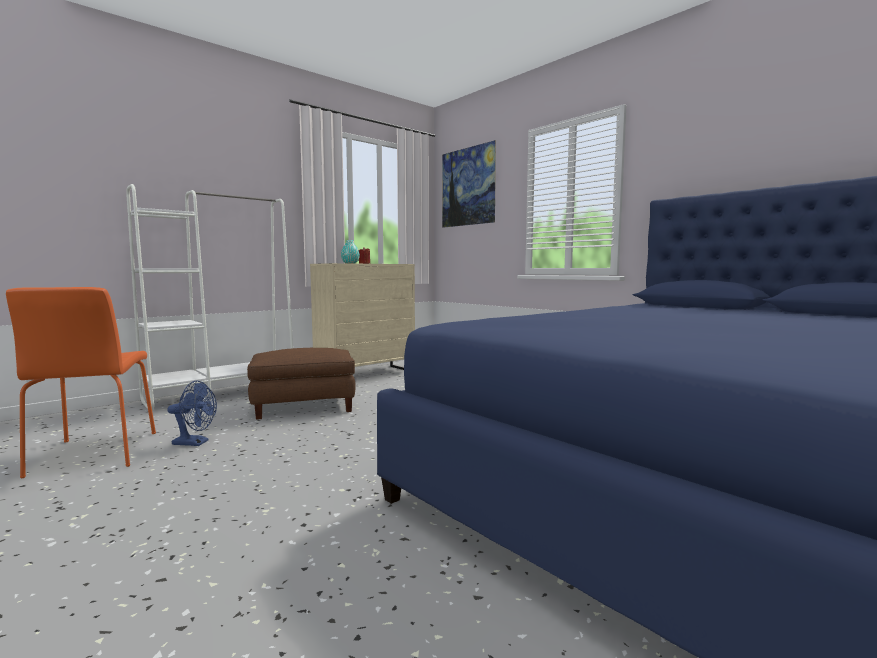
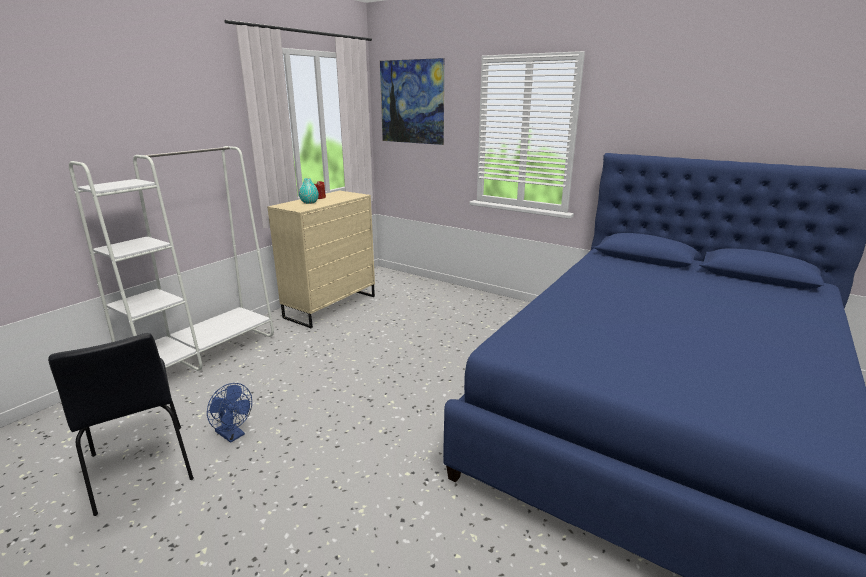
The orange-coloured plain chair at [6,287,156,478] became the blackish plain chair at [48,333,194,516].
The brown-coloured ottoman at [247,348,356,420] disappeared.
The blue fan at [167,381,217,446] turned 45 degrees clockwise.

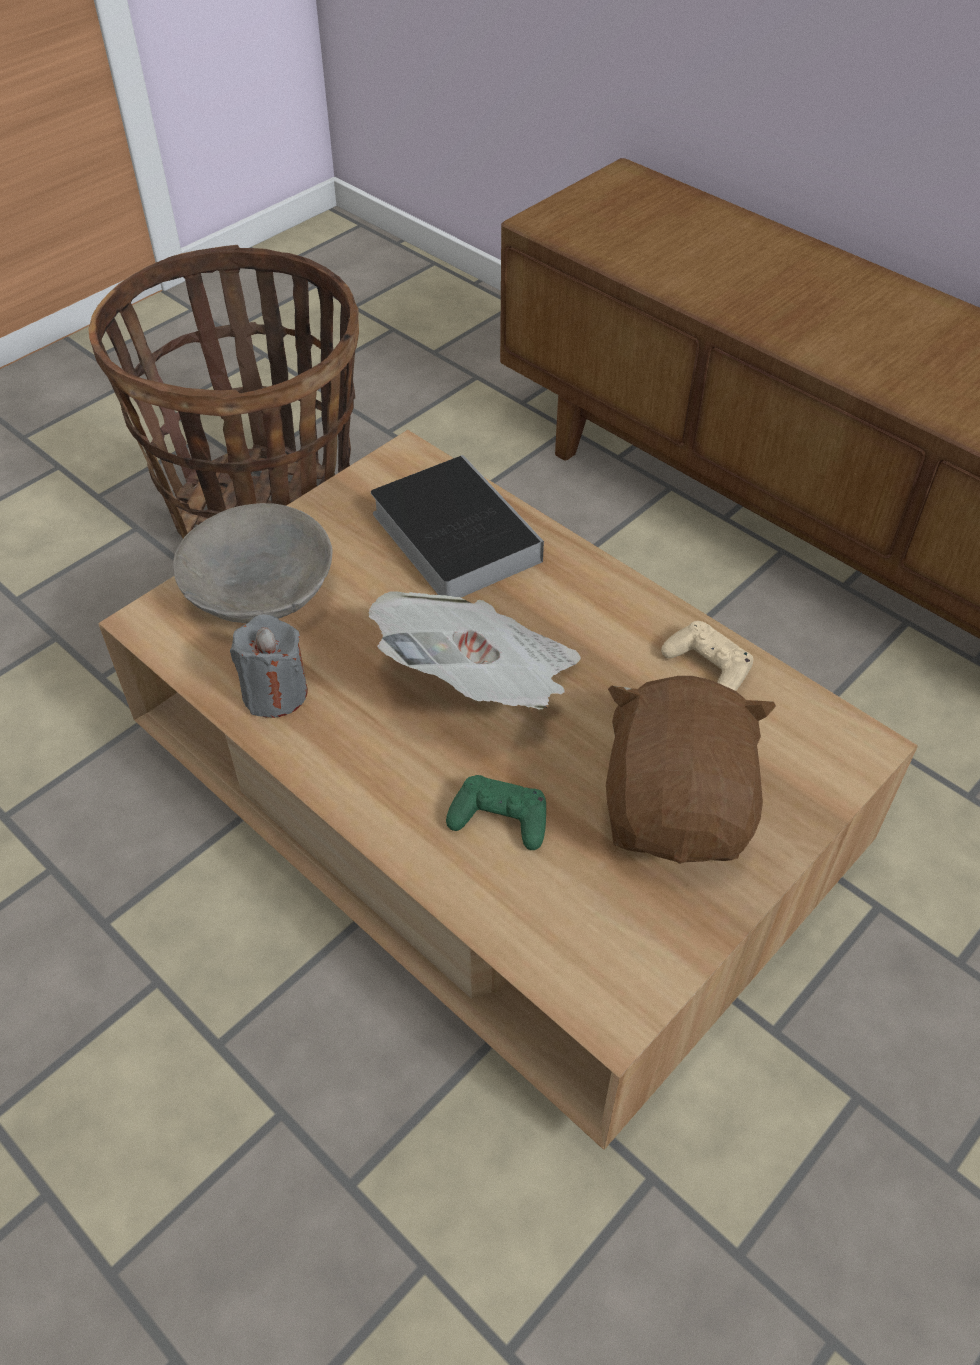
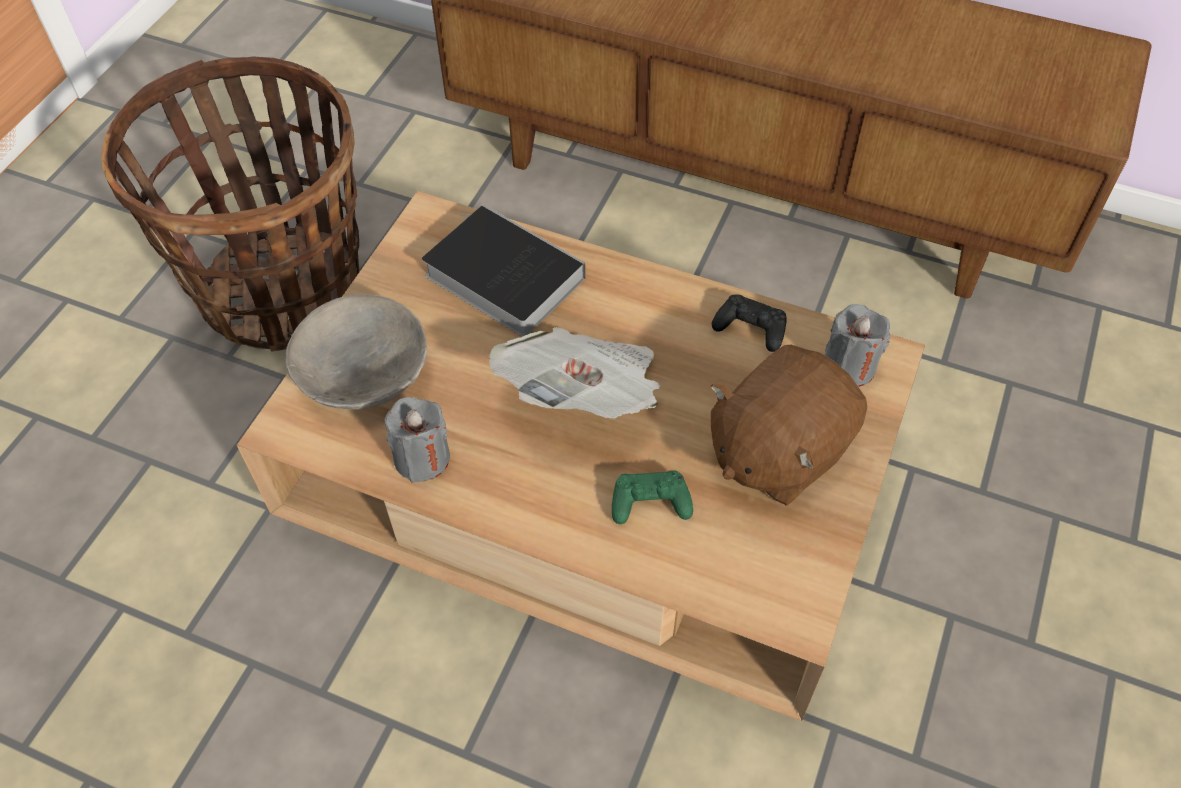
The beige-coloured joypad at [661,621,753,691] became the blackish joypad at [712,294,787,352].
The brown-coloured soft toy at [606,676,776,864] turned 120 degrees counterclockwise.
The grey wax candle at [825,304,890,387] appeared.

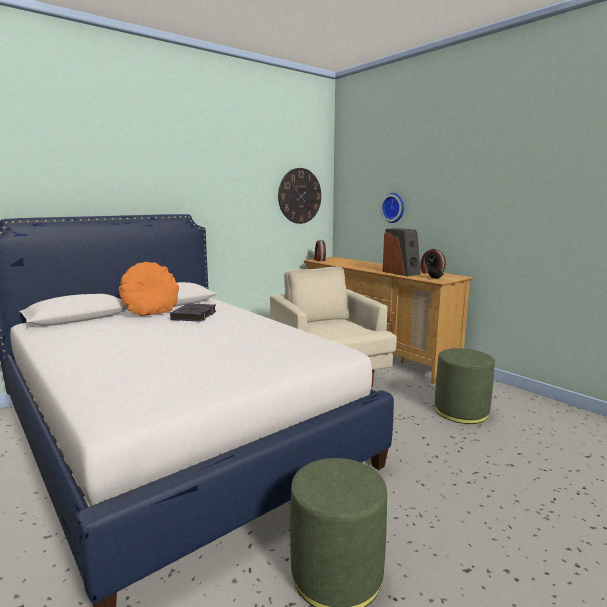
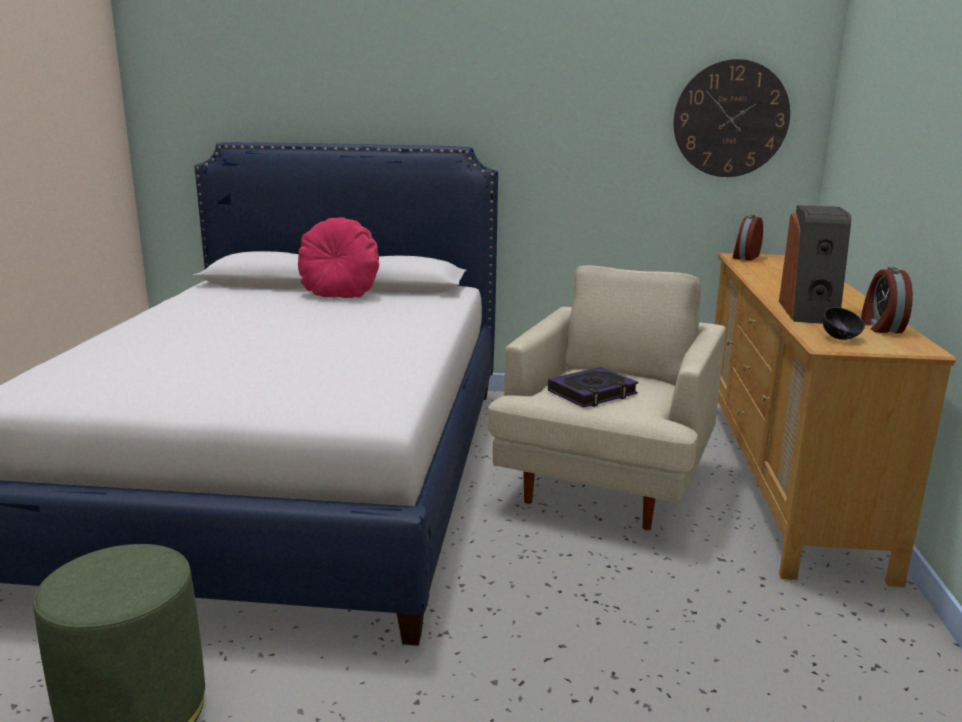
The clock on the wall at [380,193,404,223] disappeared.
The orange-coloured throw pillow at [119,262,179,316] became the pink throw pillow at [298,217,379,298].
The volume moved from [170,303,216,322] to [548,367,638,408].
The green ottoman at [435,348,495,424] disappeared.

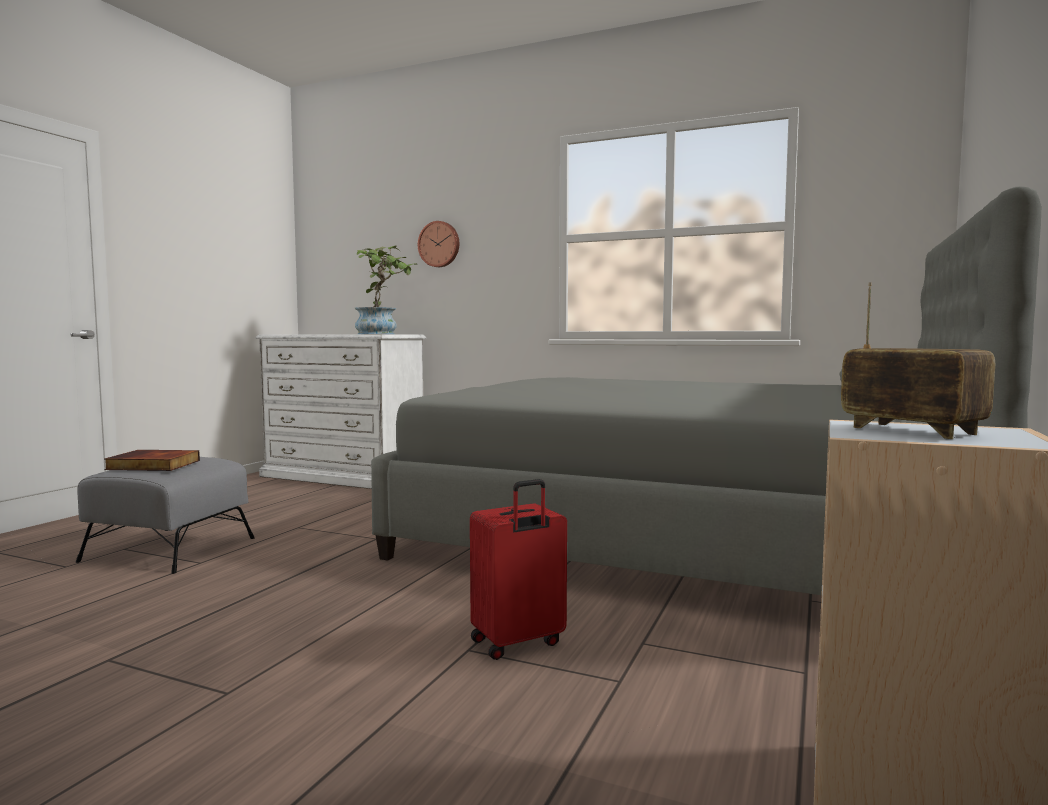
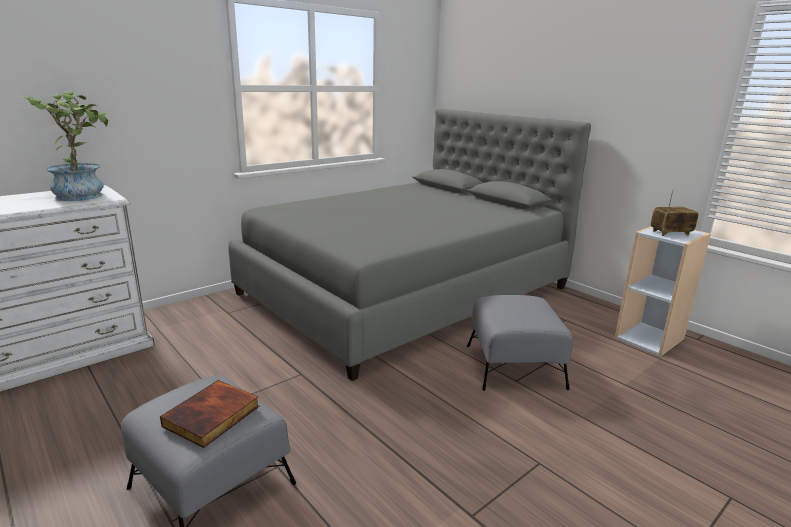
The clock on the wall at [418,221,459,267] disappeared.
The red travel case at [470,479,567,660] was replaced by the grey ottoman at [467,295,573,391].

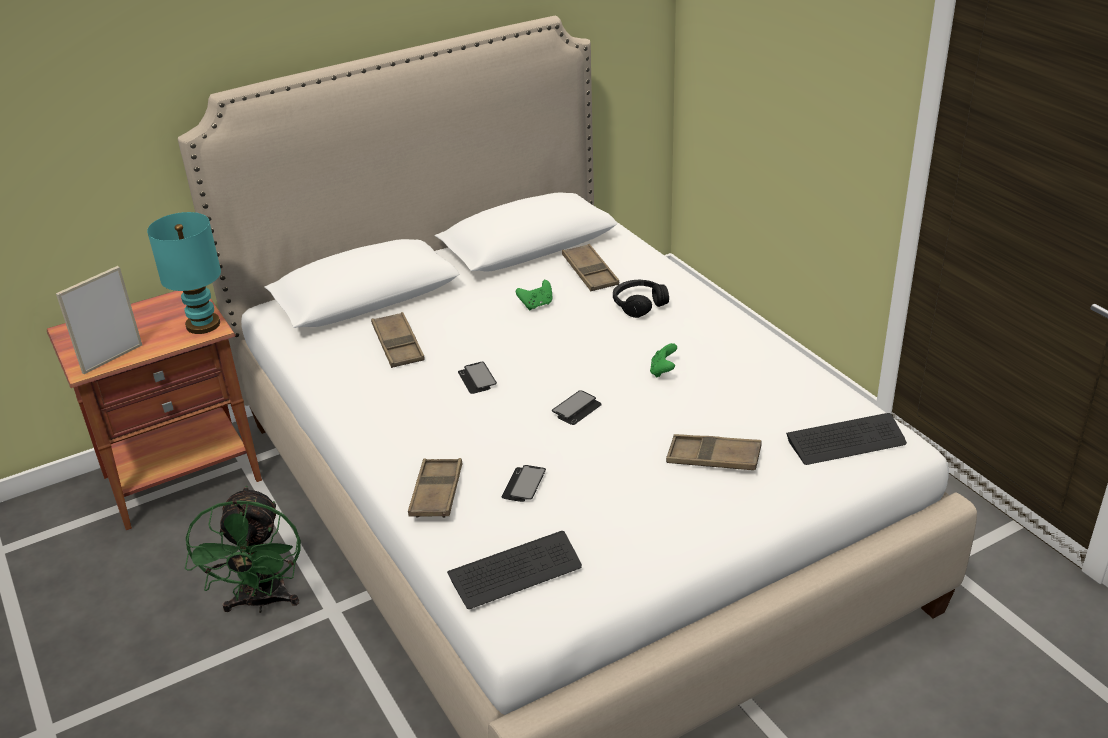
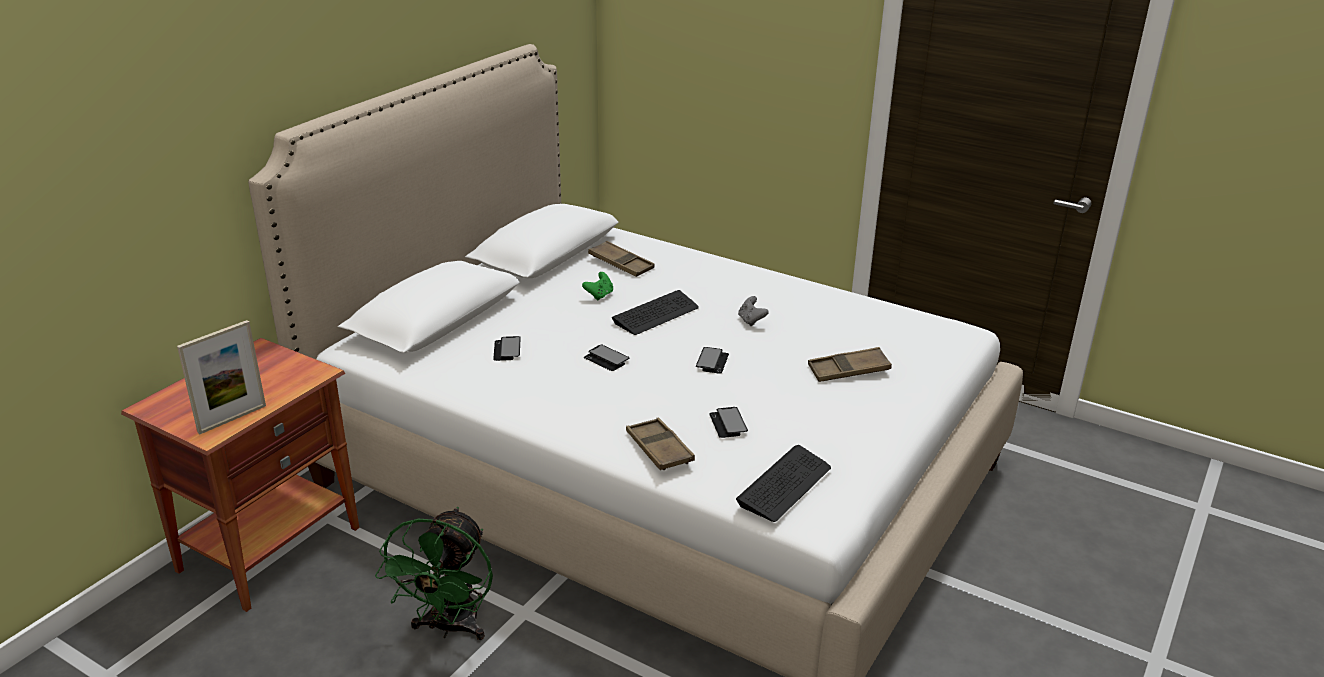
The blue-green table lamp at [147,212,221,334] disappeared.
The standing frame at [56,266,142,374] turned 150 degrees counterclockwise.
The blackish pair of headphones at [613,280,669,318] disappeared.
The brown-coloured serving tray at [371,312,425,368] was replaced by the handset at [493,336,521,361].
The green joypad at [650,343,677,378] became the grey joypad at [738,296,769,326].
The computer keyboard moved from [786,413,907,465] to [612,290,699,335].
The green fan at [185,486,301,613] turned 45 degrees clockwise.

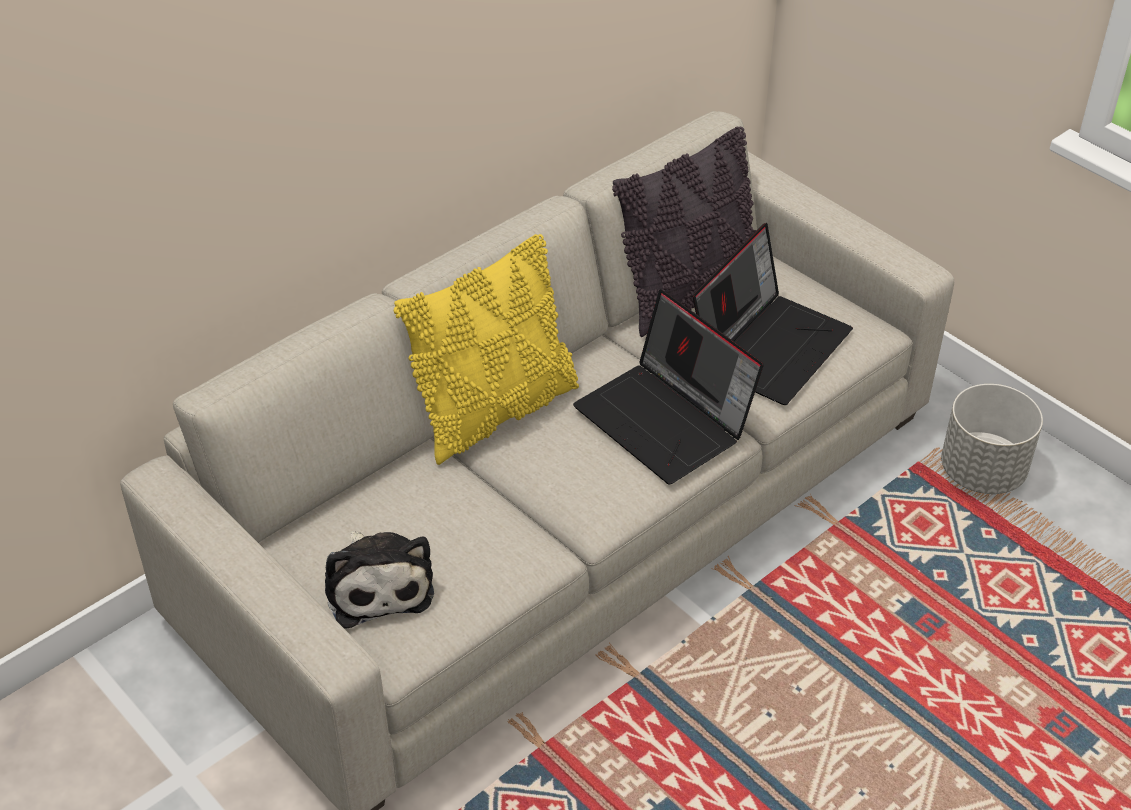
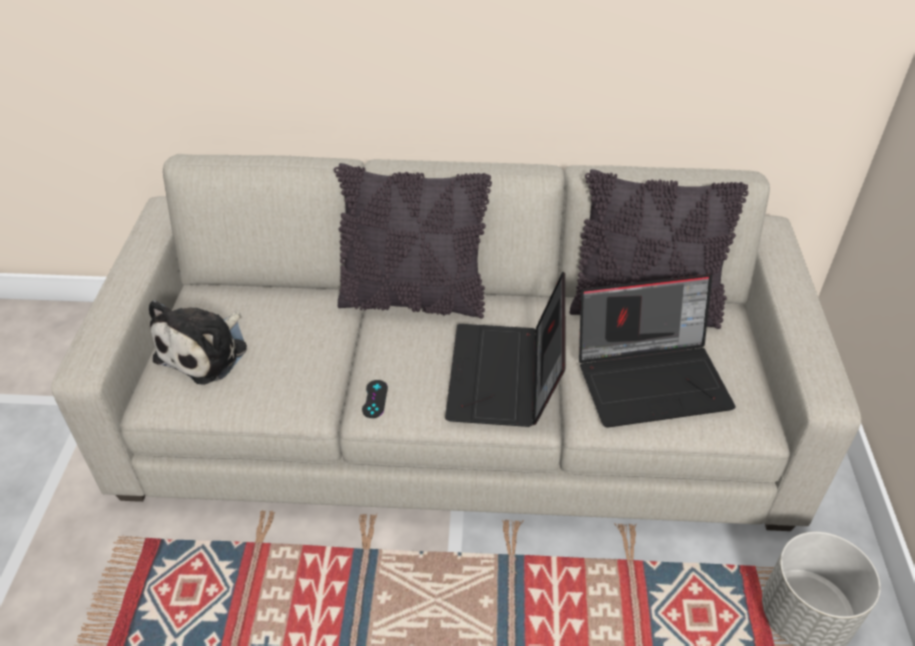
The yellow throw pillow at [394,234,579,465] became the blackish throw pillow at [334,163,492,319].
The blackish joypad at [362,380,388,418] appeared.

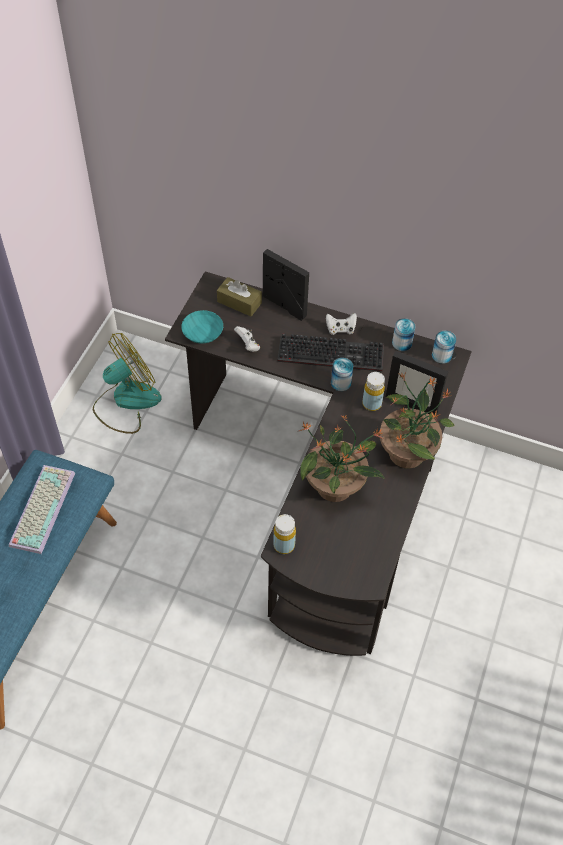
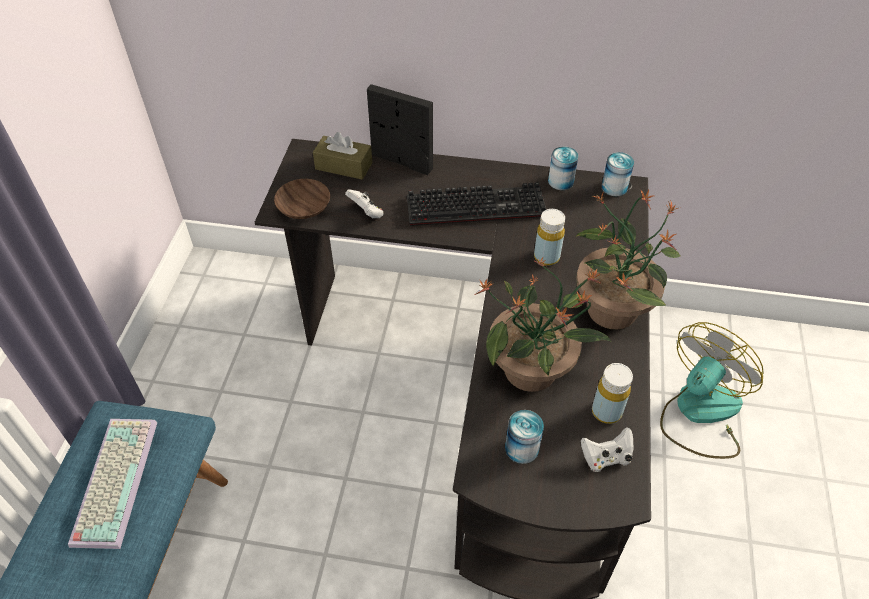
The blue-green deep dish at [181,310,223,343] became the brown-coloured deep dish at [274,179,330,219].
The white joypad moved from [326,313,357,335] to [581,427,634,472].
The fan moved from [93,333,162,434] to [660,322,764,459].
The standing frame at [386,351,448,416] disappeared.
The metal can moved from [331,358,353,391] to [505,410,544,464].
The yellow beverage bottle moved from [273,514,296,554] to [592,363,633,424].

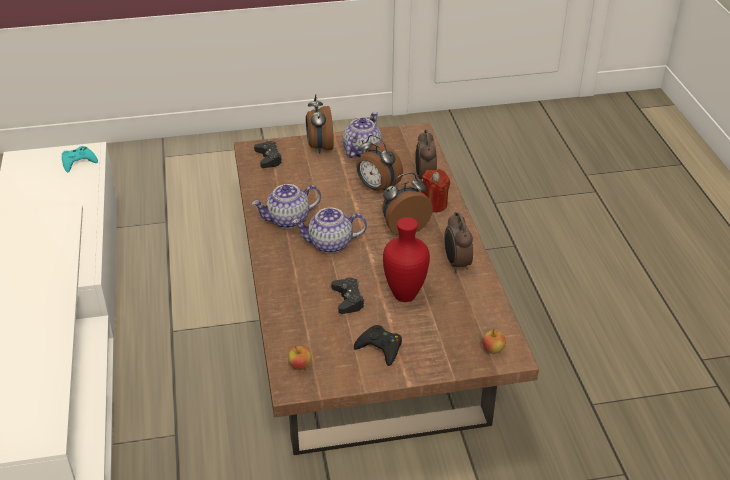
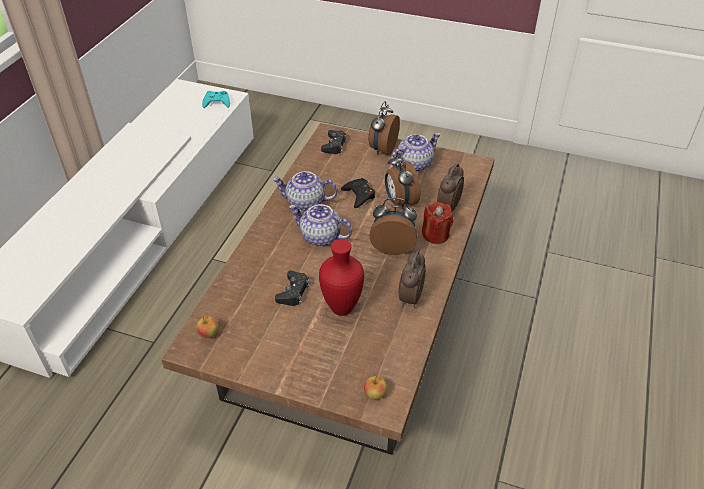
The blackish joypad moved from [354,325,402,366] to [341,178,375,208].

